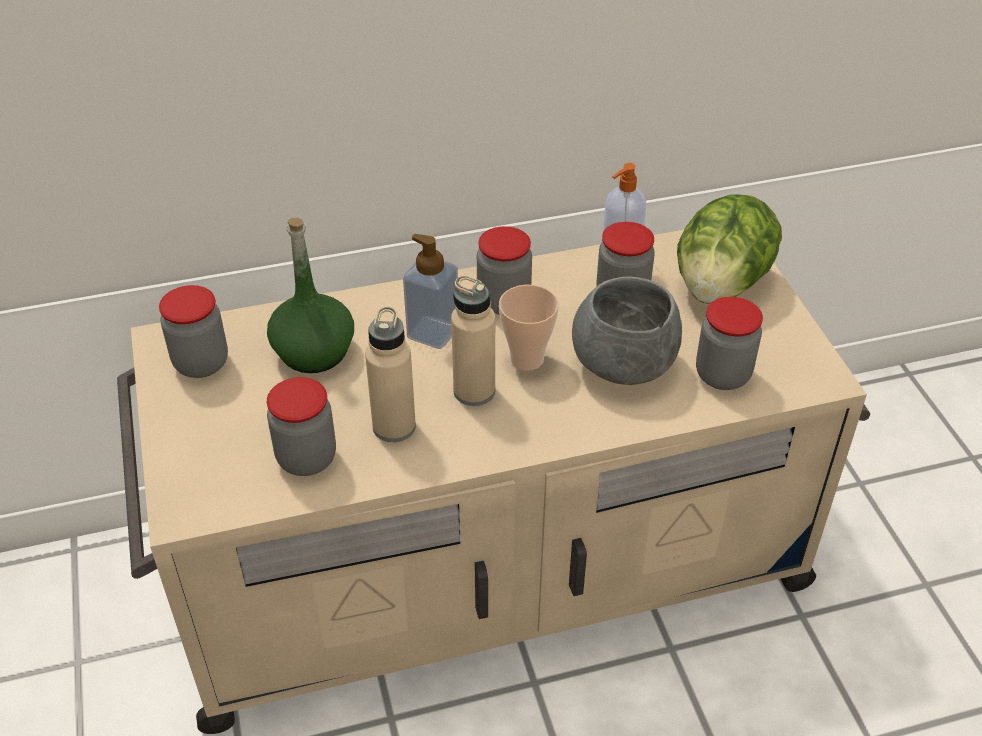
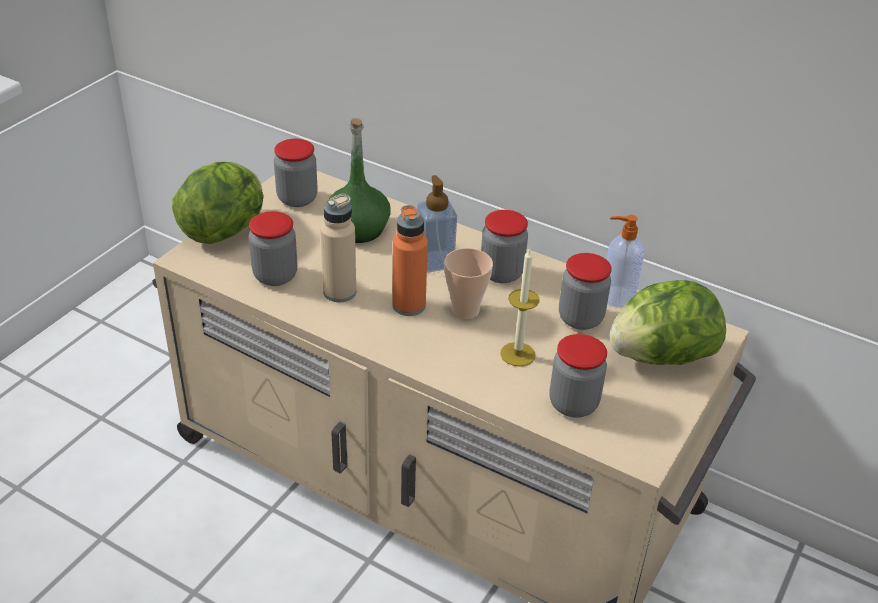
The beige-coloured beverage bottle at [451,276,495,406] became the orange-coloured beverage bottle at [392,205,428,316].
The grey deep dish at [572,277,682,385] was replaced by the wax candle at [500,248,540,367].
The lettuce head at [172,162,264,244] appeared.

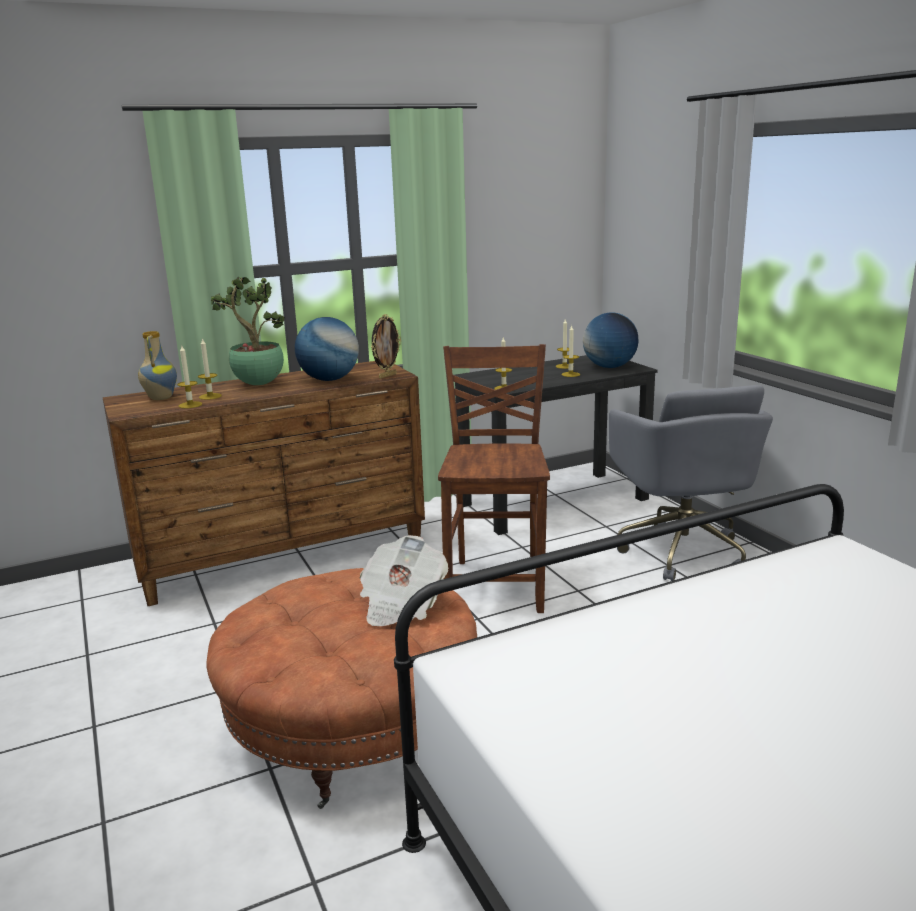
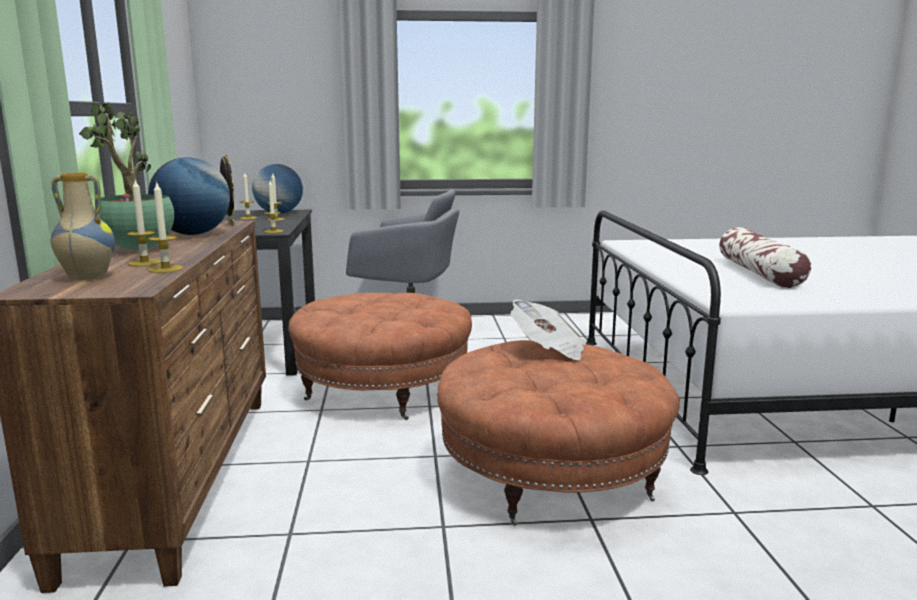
The brown-coloured plain chair at [438,344,550,613] was replaced by the brown-coloured ottoman at [288,293,472,420].
The throw pillow at [719,227,811,288] appeared.

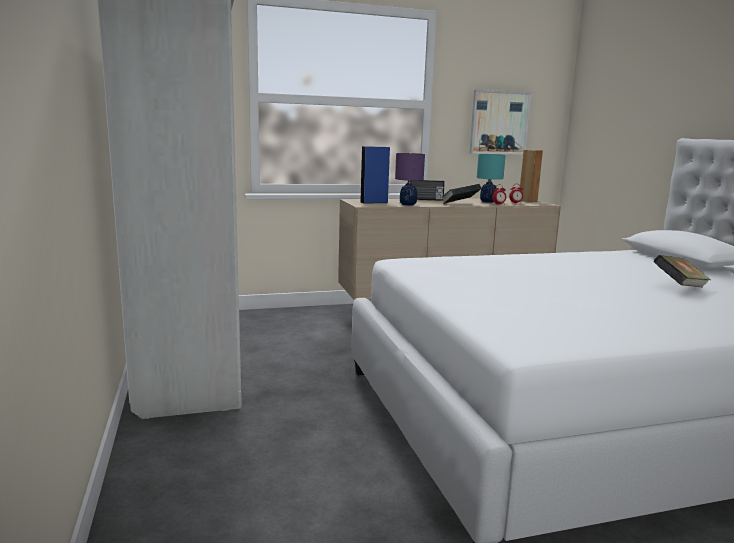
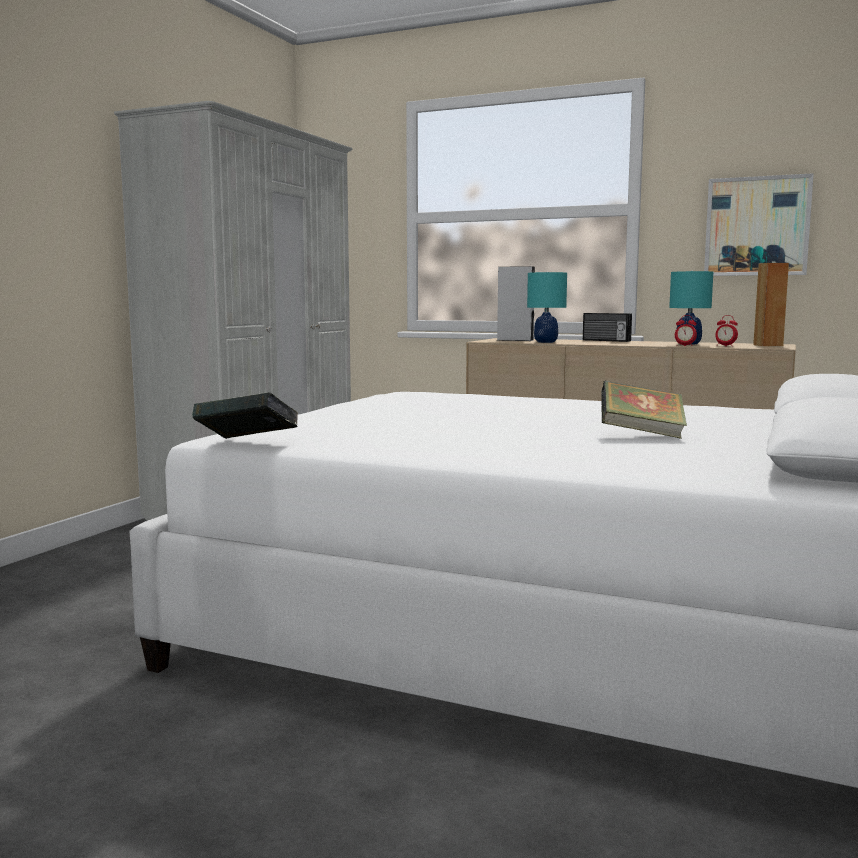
The blue loudspeaker at [360,146,390,204] became the grey loudspeaker at [496,266,535,341].
The purple table lamp at [395,153,425,206] became the blue-green table lamp at [527,272,567,343].
The volume moved from [441,184,481,204] to [192,392,298,439].

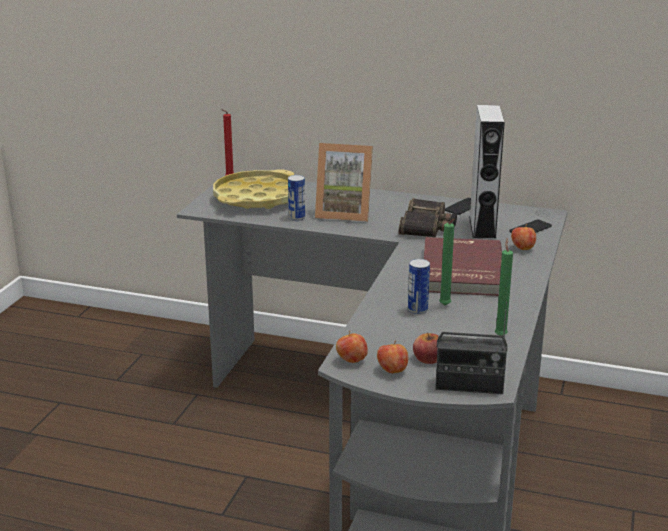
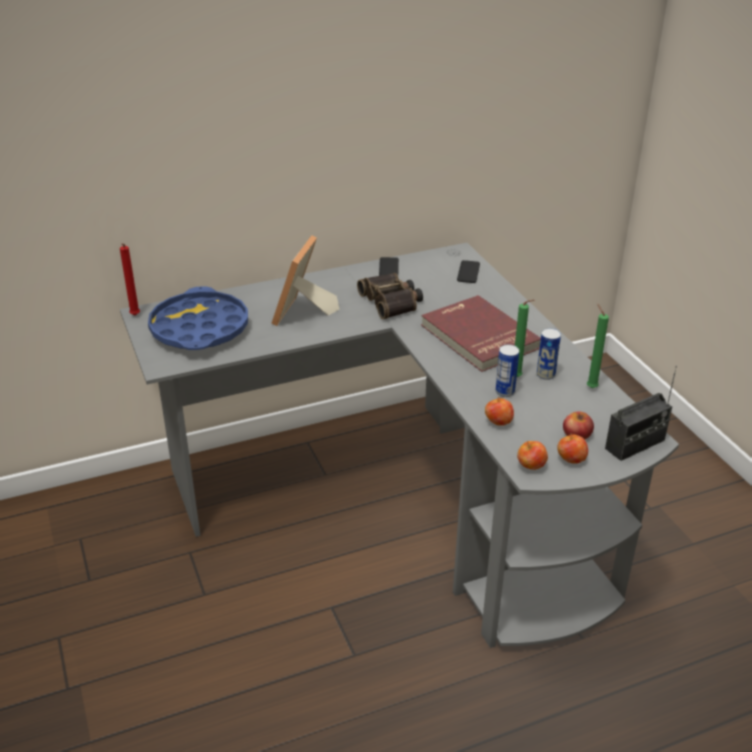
The grey loudspeaker at [469,105,505,239] disappeared.
The standing frame at [315,143,373,222] turned 135 degrees clockwise.
The yellow serving tray at [213,169,294,209] became the blue serving tray at [148,286,248,350].
The metal can moved from [288,175,305,221] to [537,328,561,380].
The apple fruit moved from [511,224,536,250] to [485,396,514,426].

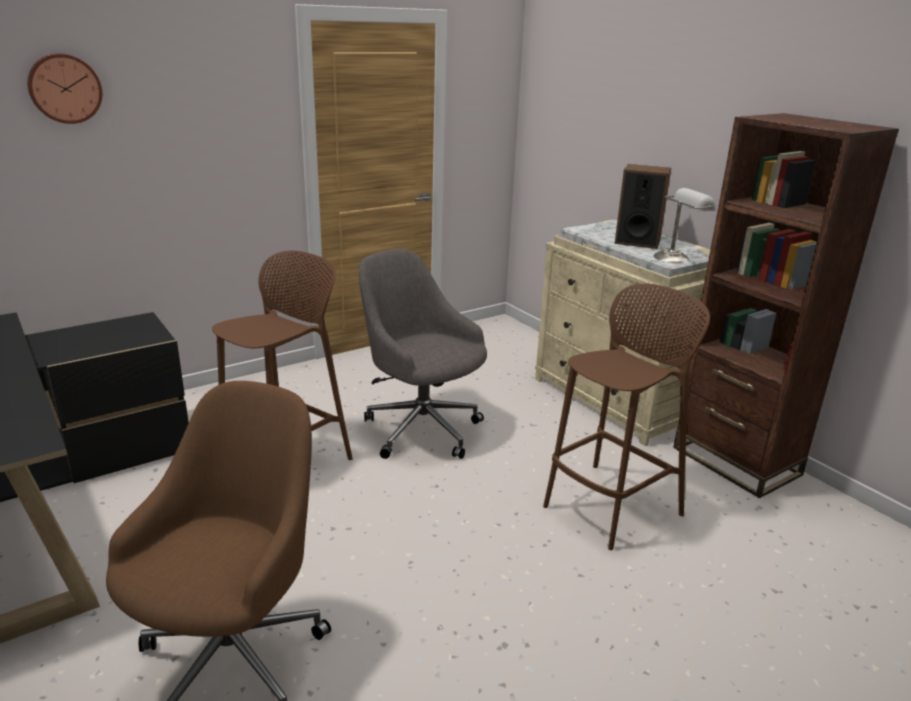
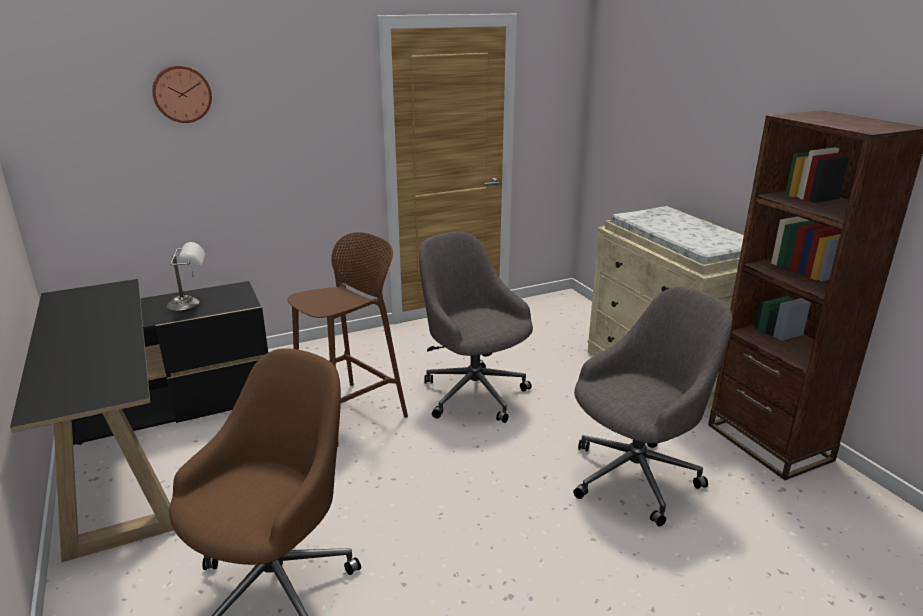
The loudspeaker at [615,164,671,249] disappeared.
The white table lamp moved from [654,188,716,263] to [166,242,205,310].
The brown-coloured sitting stool at [543,284,710,550] was replaced by the grey computer chair at [573,287,732,527].

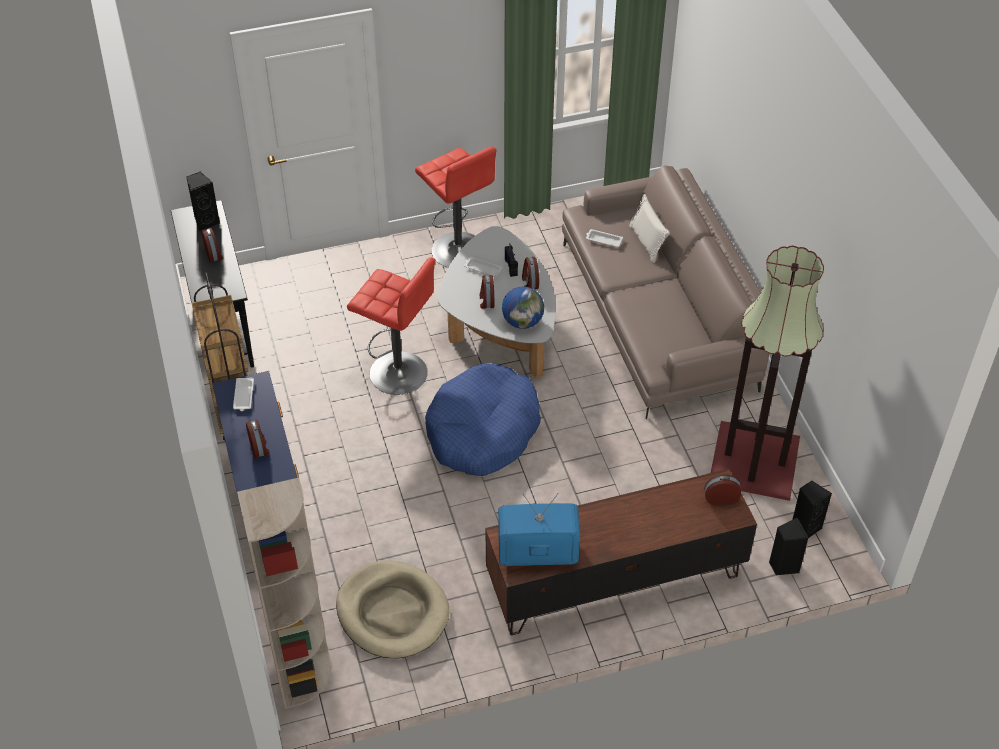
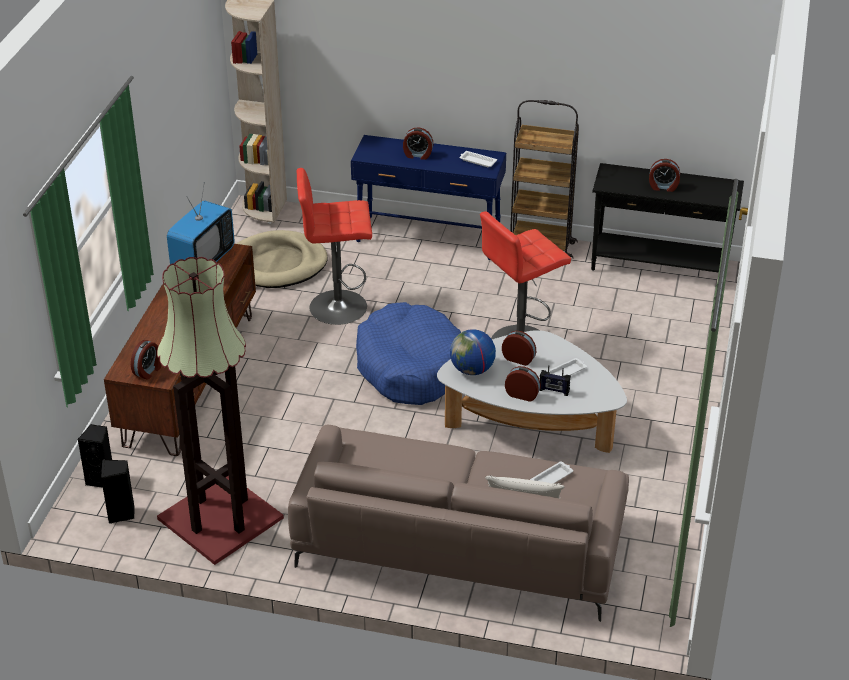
The red sitting stool moved from [415,146,497,268] to [297,168,372,325].
The blackish loudspeaker at [186,171,220,231] disappeared.

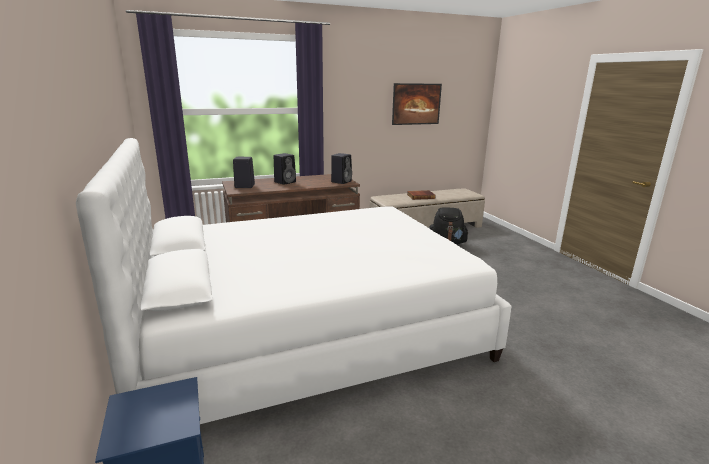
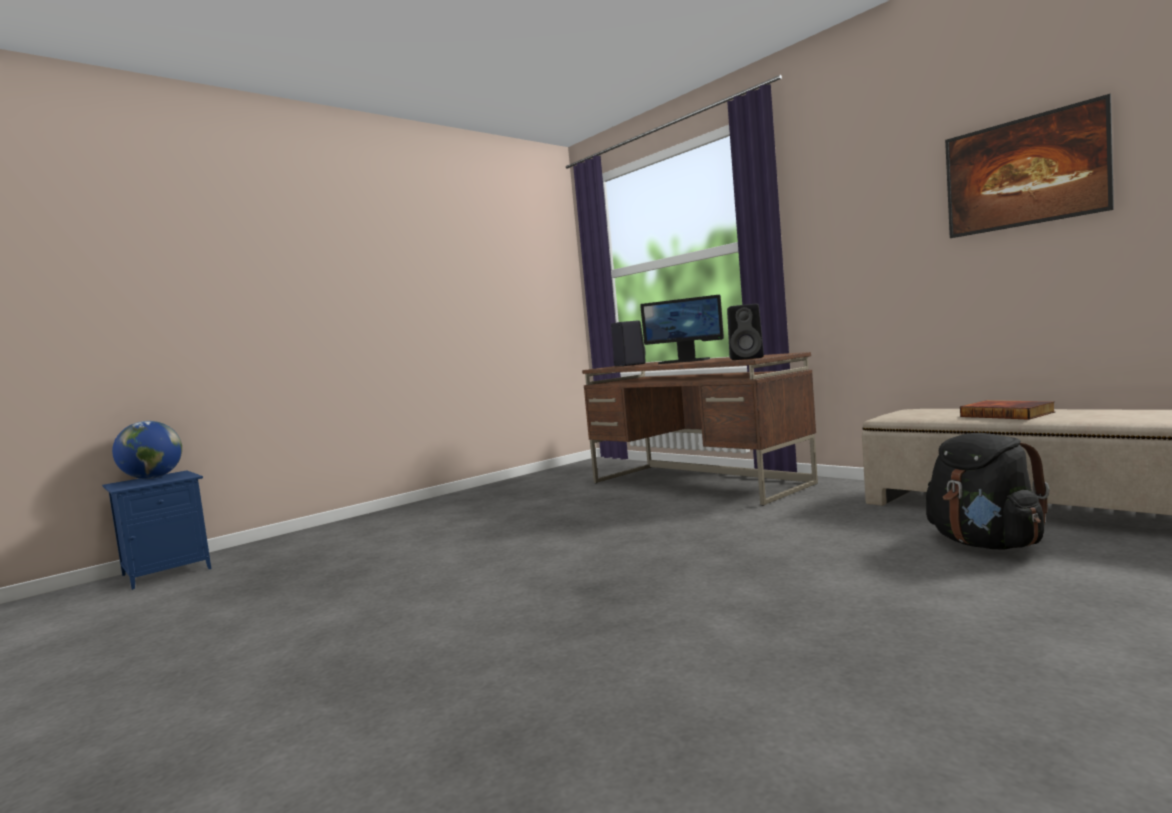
The white bedroom bed at [76,138,512,424] disappeared.
The blackish loudspeaker at [273,153,296,185] was replaced by the computer screen at [640,295,724,364].
The desk globe at [112,421,182,479] appeared.

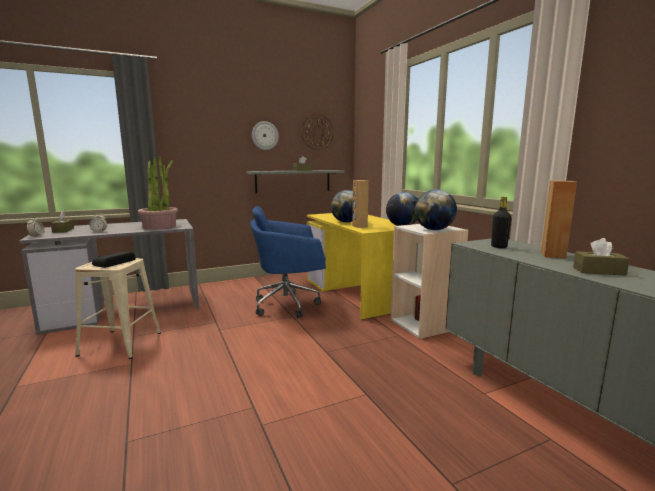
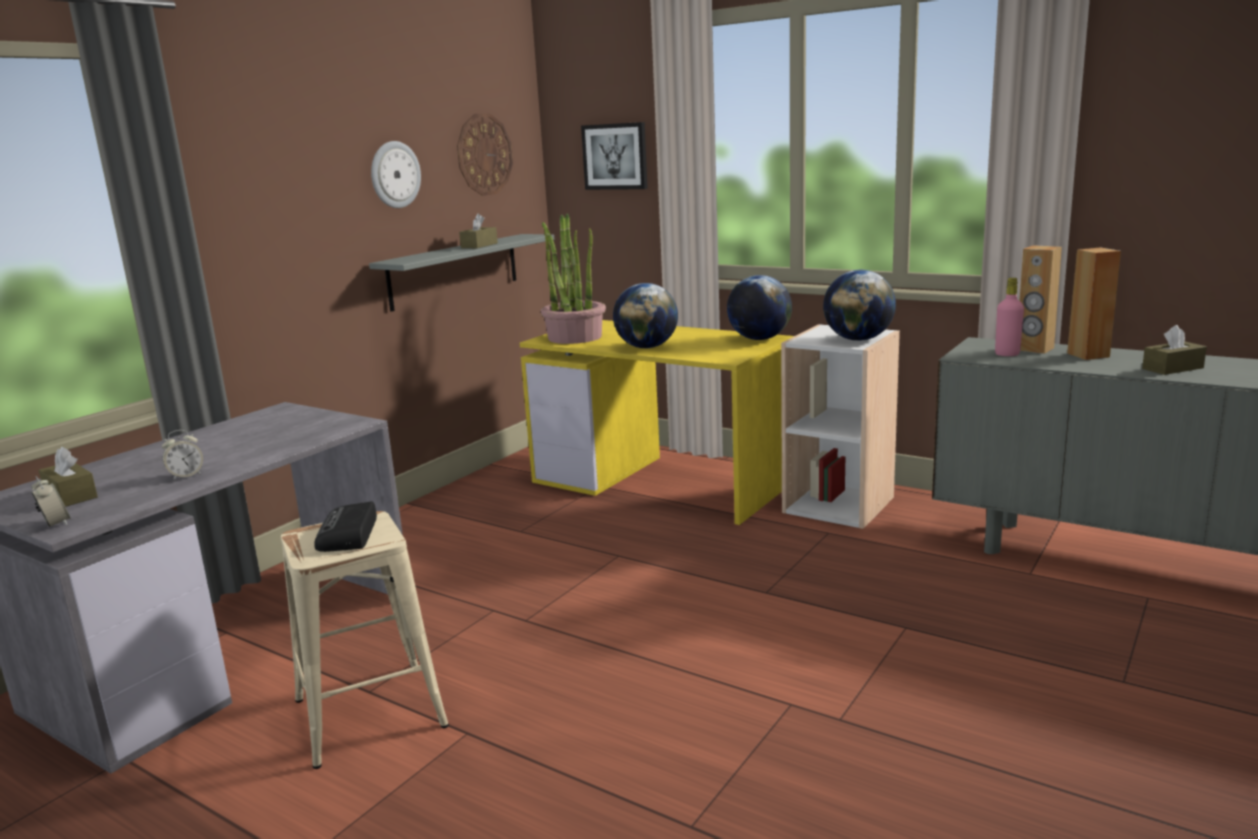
The plant in a pot moved from [138,157,178,230] to [541,214,606,344].
The brown-coloured loudspeaker moved from [352,180,369,228] to [1020,245,1062,354].
The blackish beverage bottle at [491,197,511,248] became the pink beverage bottle at [995,278,1024,356].
The blue computer chair at [250,206,326,318] disappeared.
The wall picture at [581,122,648,190] appeared.

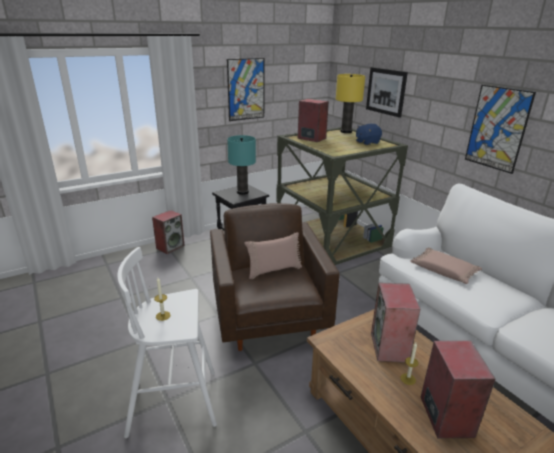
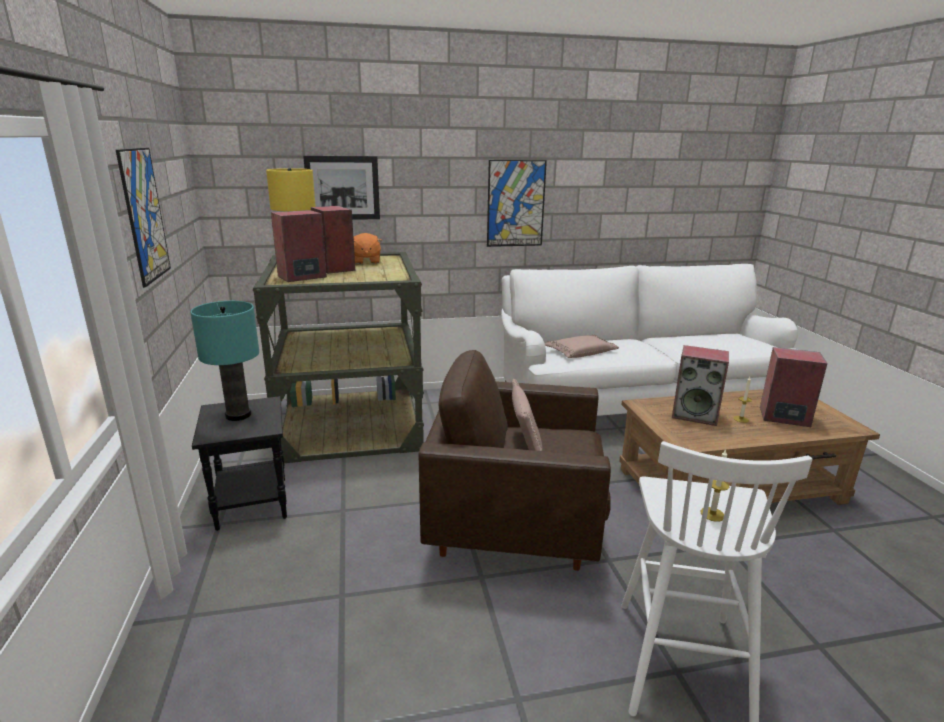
The blue soft toy at [356,124,382,145] became the orange-coloured soft toy at [353,233,382,264].
The loudspeaker moved from [152,211,185,254] to [311,206,355,274].

